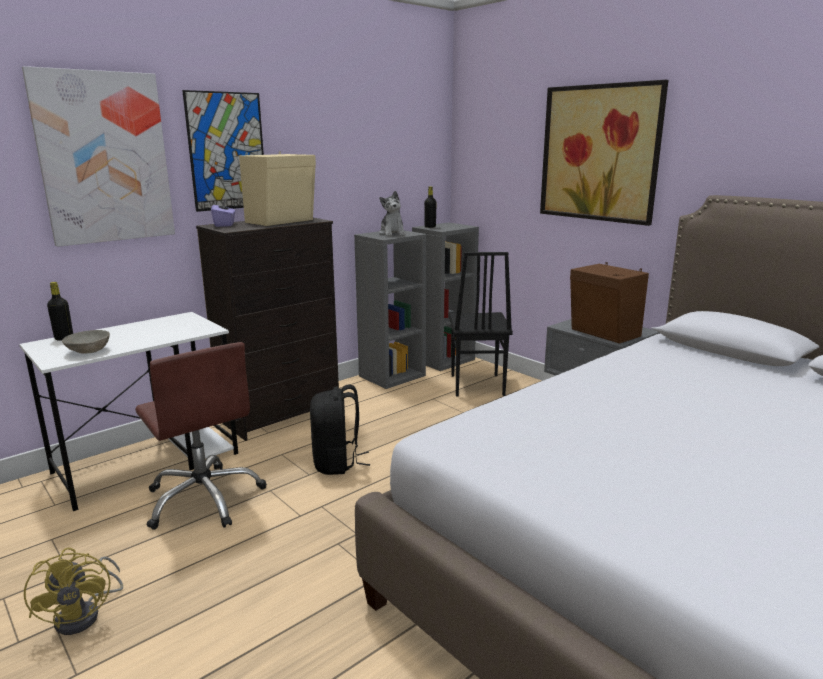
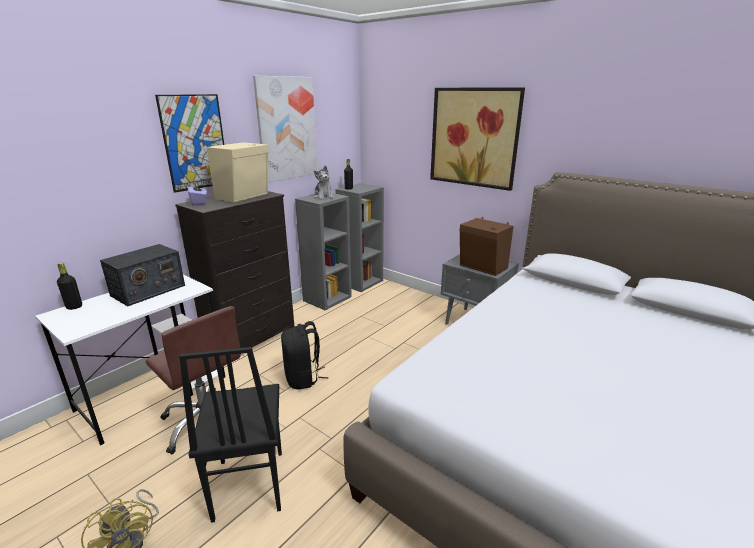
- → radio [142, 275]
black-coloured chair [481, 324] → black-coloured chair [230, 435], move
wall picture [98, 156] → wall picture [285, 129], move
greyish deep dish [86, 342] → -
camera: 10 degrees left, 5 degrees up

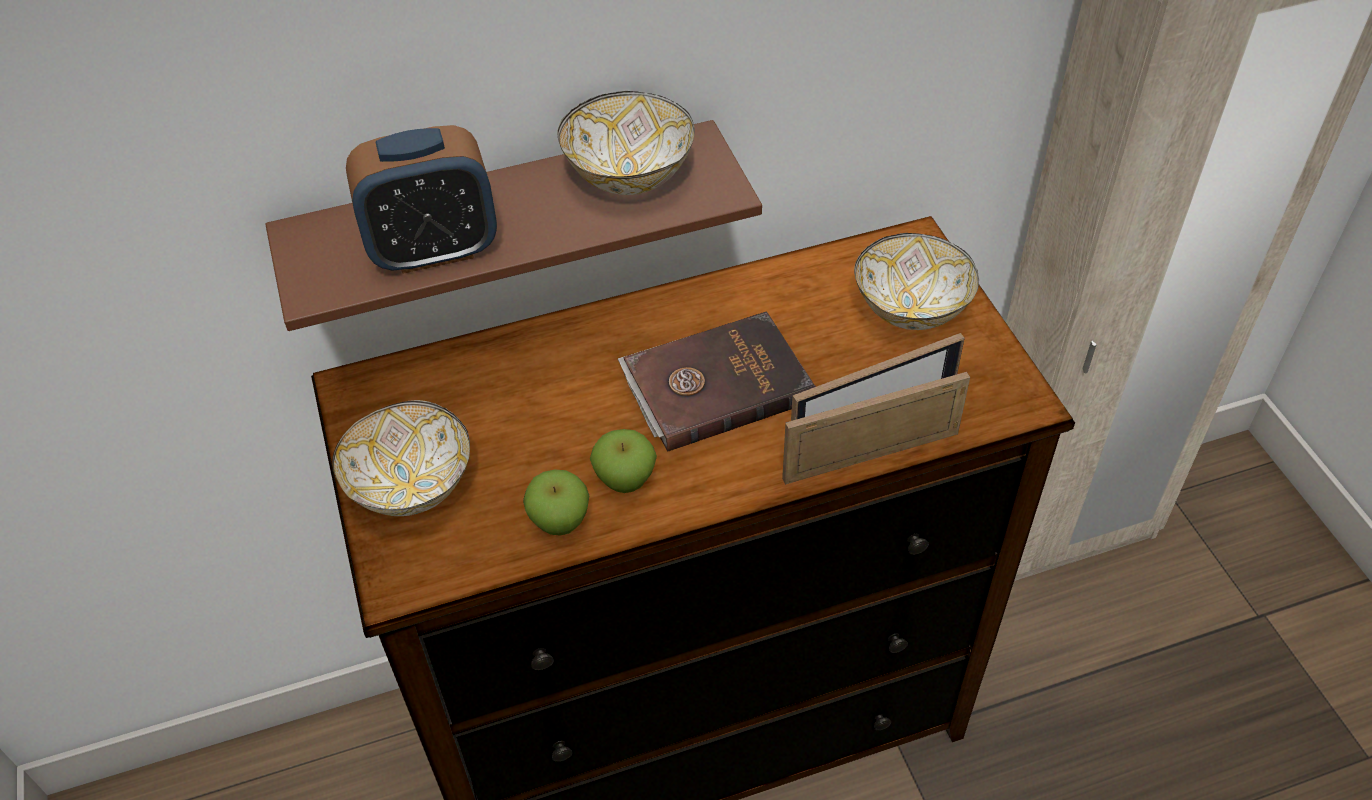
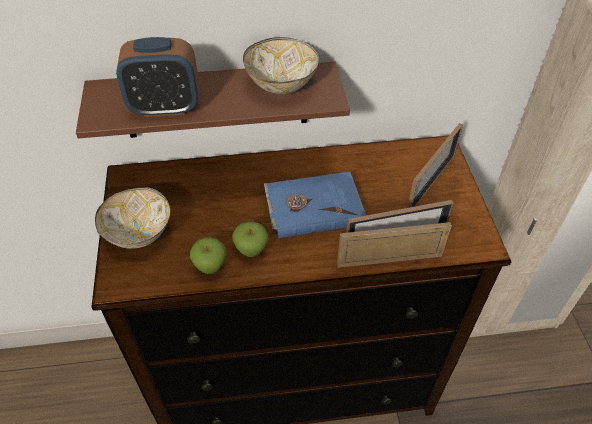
brown-coloured bound book [717, 381] → bluish bound book [315, 204]
deep dish [916, 281] → photo frame [435, 165]
camera: 10 degrees right, 0 degrees up

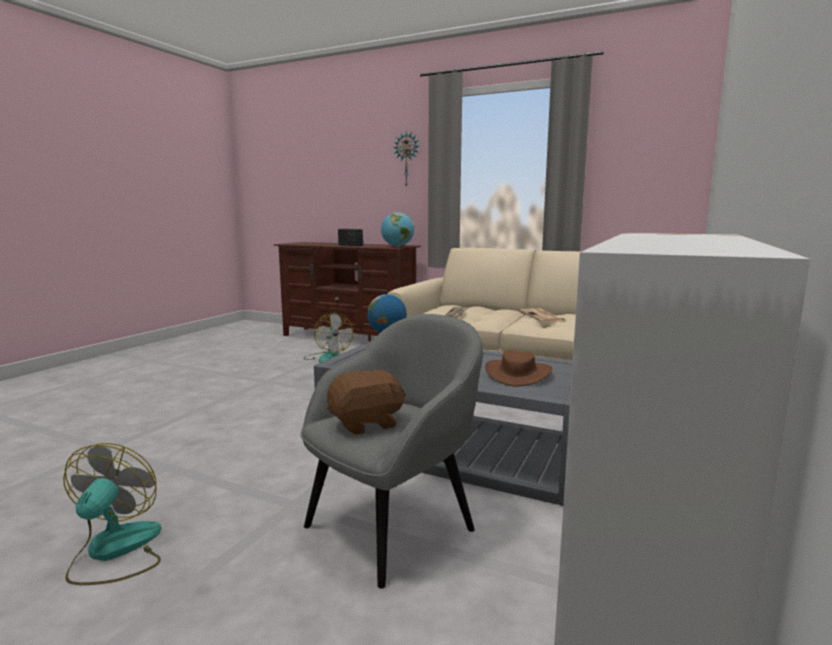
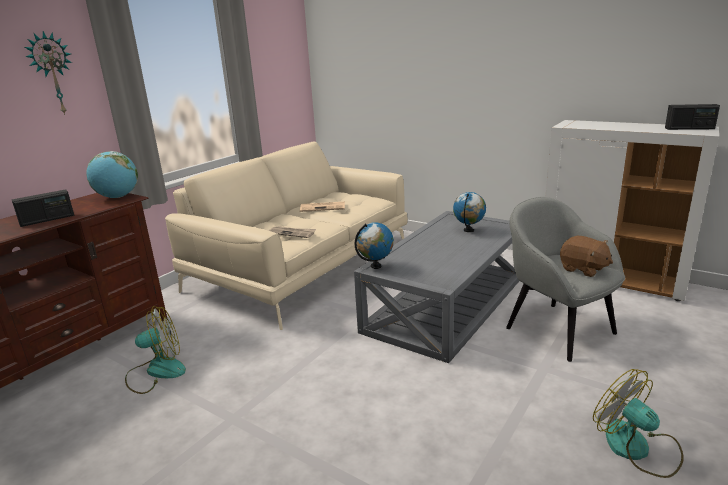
brown-coloured hat [518, 368] → world globe [469, 212]
brown-coloured plush toy [366, 402] → brown-coloured plush toy [586, 256], 150 degrees clockwise
fan [112, 514] → fan [638, 423], 45 degrees clockwise
- → radio [692, 117]
camera: 80 degrees left, 10 degrees up

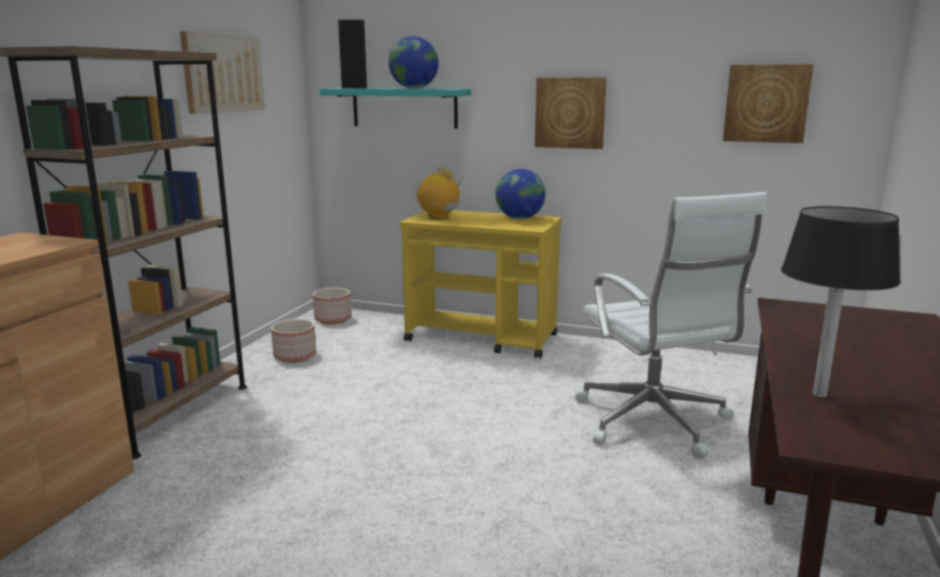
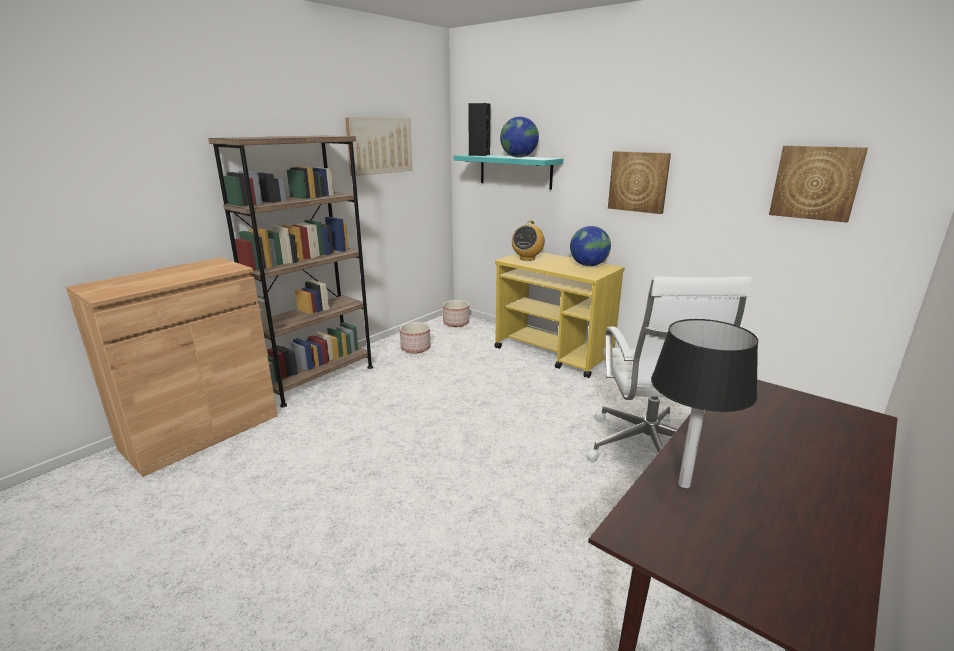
radio [440, 193] → radio [528, 240], 120 degrees counterclockwise
camera: 20 degrees right, 5 degrees up

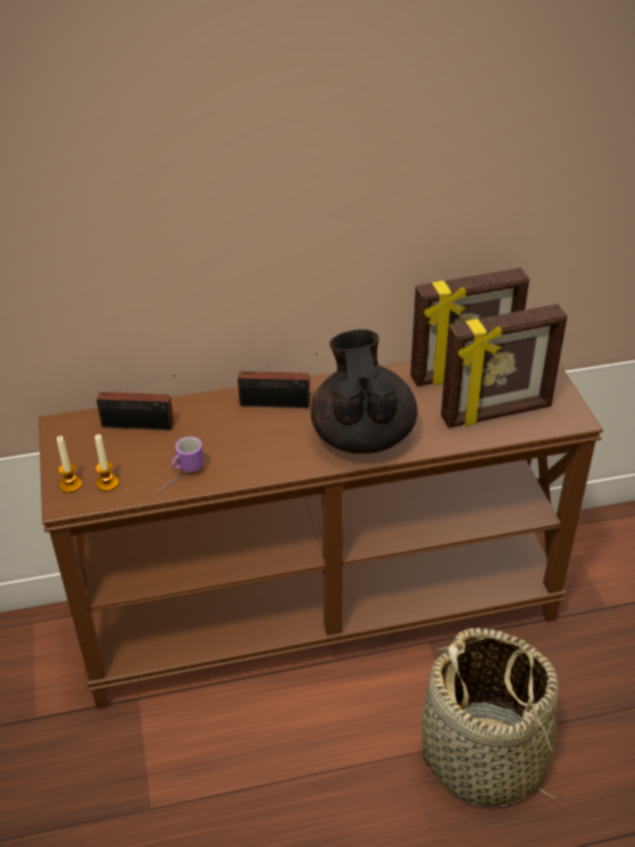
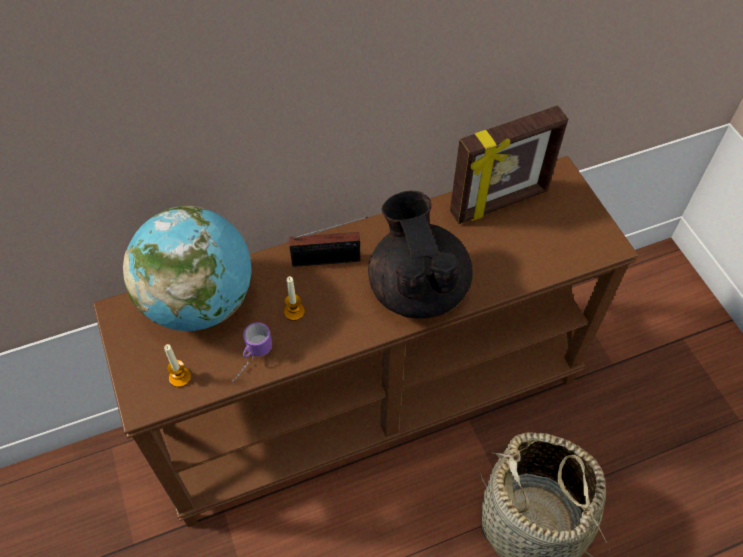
radio [136, 402] → world globe [187, 268]
candle [69, 464] → candle [294, 298], move
photo frame [504, 366] → -
camera: 10 degrees left, 15 degrees up

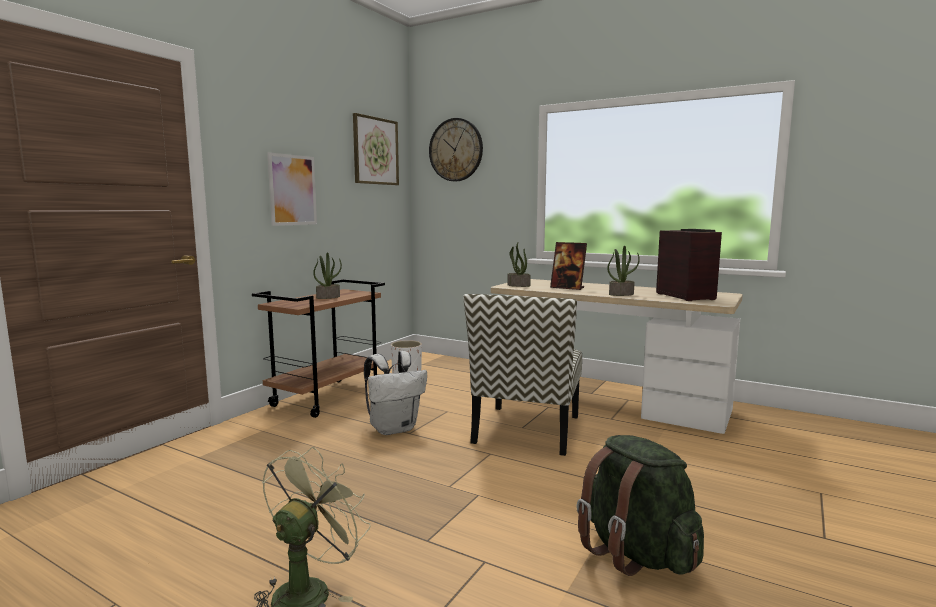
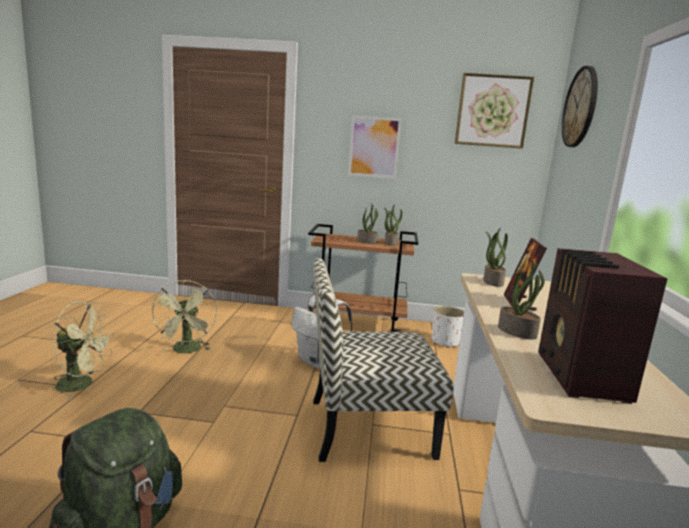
- → green-coloured fan [184, 316]
- → plant in a pot [393, 225]
radio [689, 265] → radio [603, 326], 135 degrees clockwise
camera: 65 degrees right, 5 degrees up

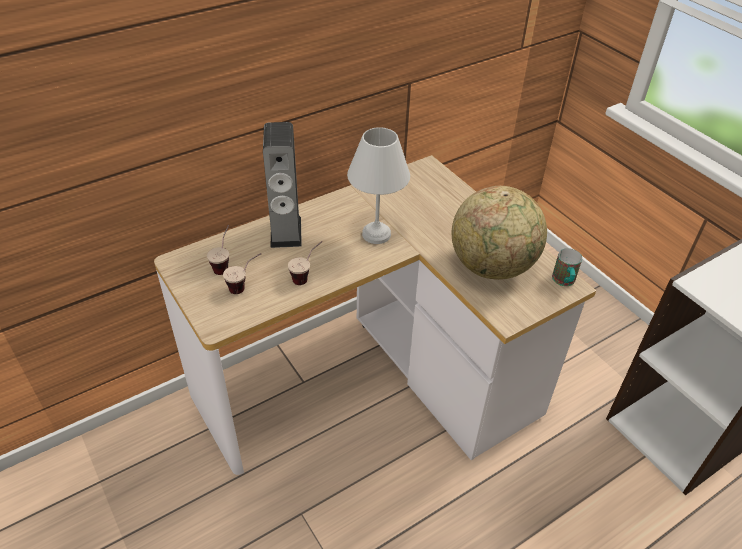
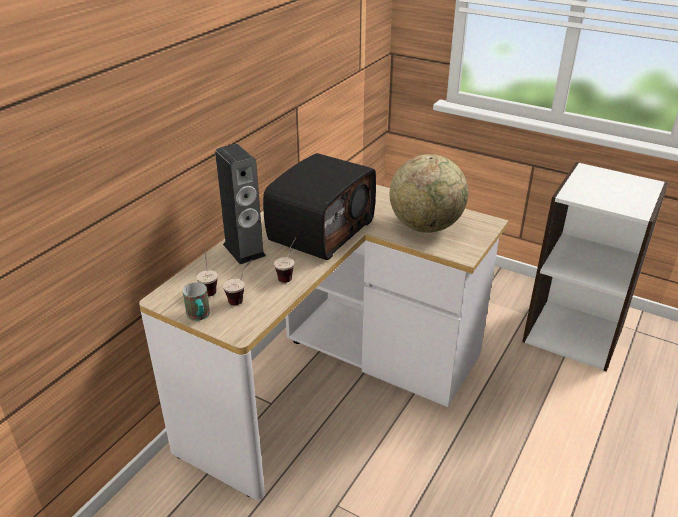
tea mug [567, 267] → tea mug [196, 301], move
white lamp for a table [378, 185] → radio [319, 206]
camera: 25 degrees left, 10 degrees down

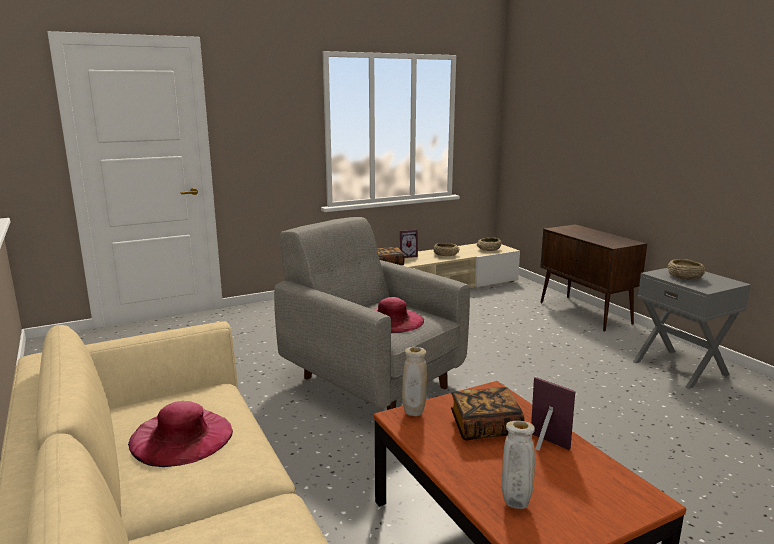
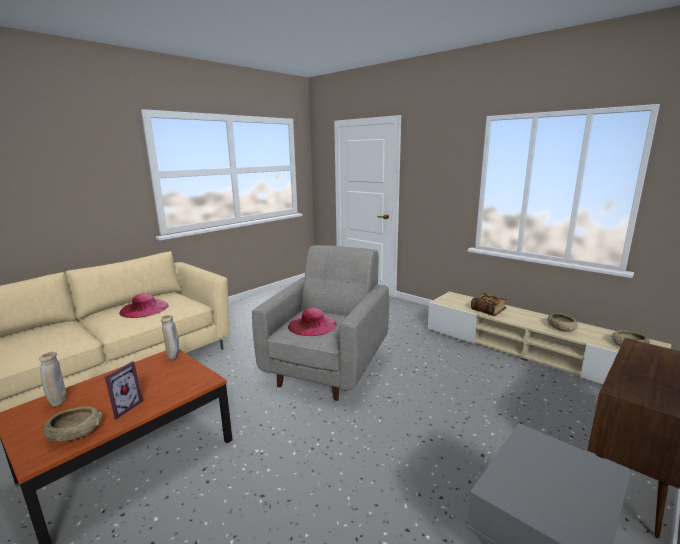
sand-coloured deep dish [686, 269] → sand-coloured deep dish [73, 424], move
photo frame [409, 244] → -
bound book [488, 413] → -
camera: 70 degrees right, 0 degrees up

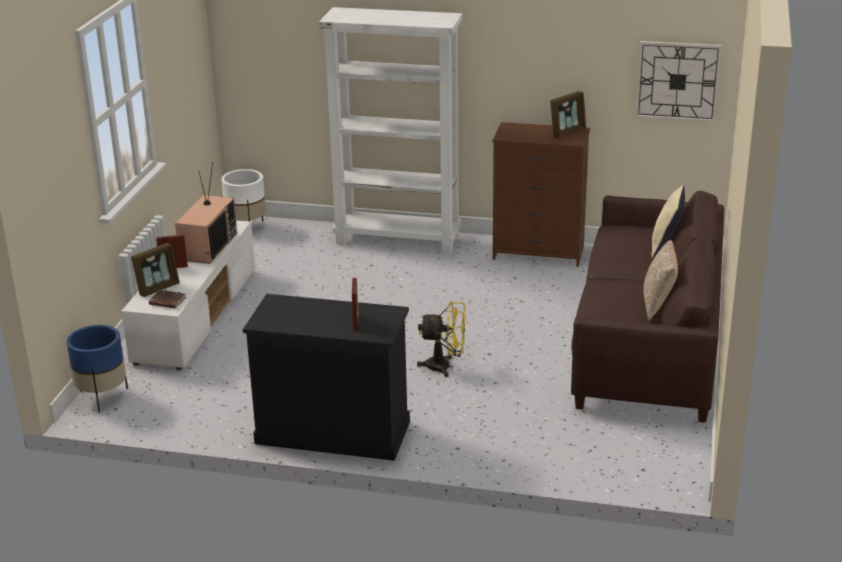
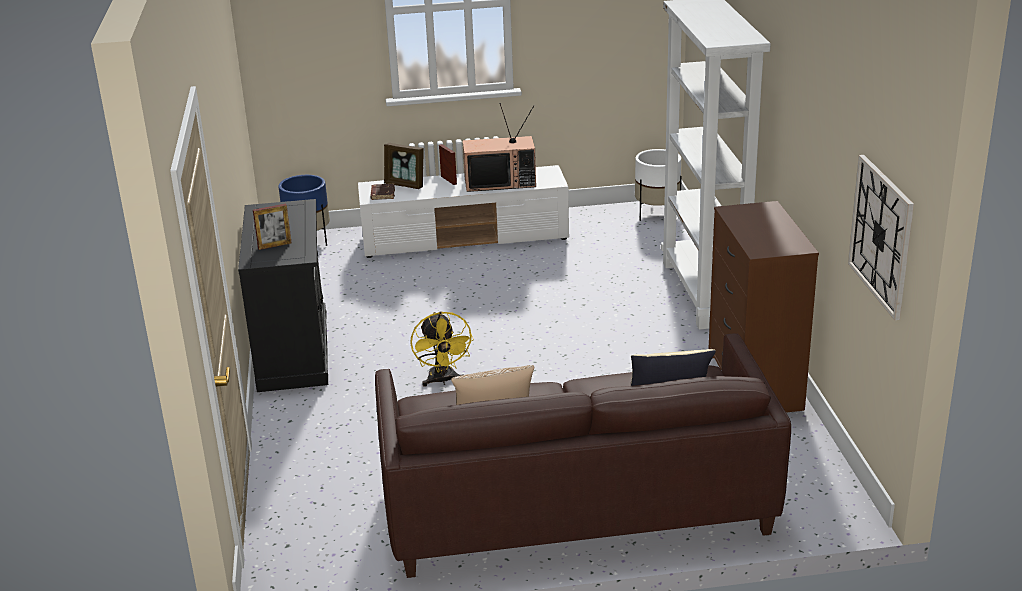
photo frame [568, 115] → -
camera: 70 degrees right, 0 degrees up

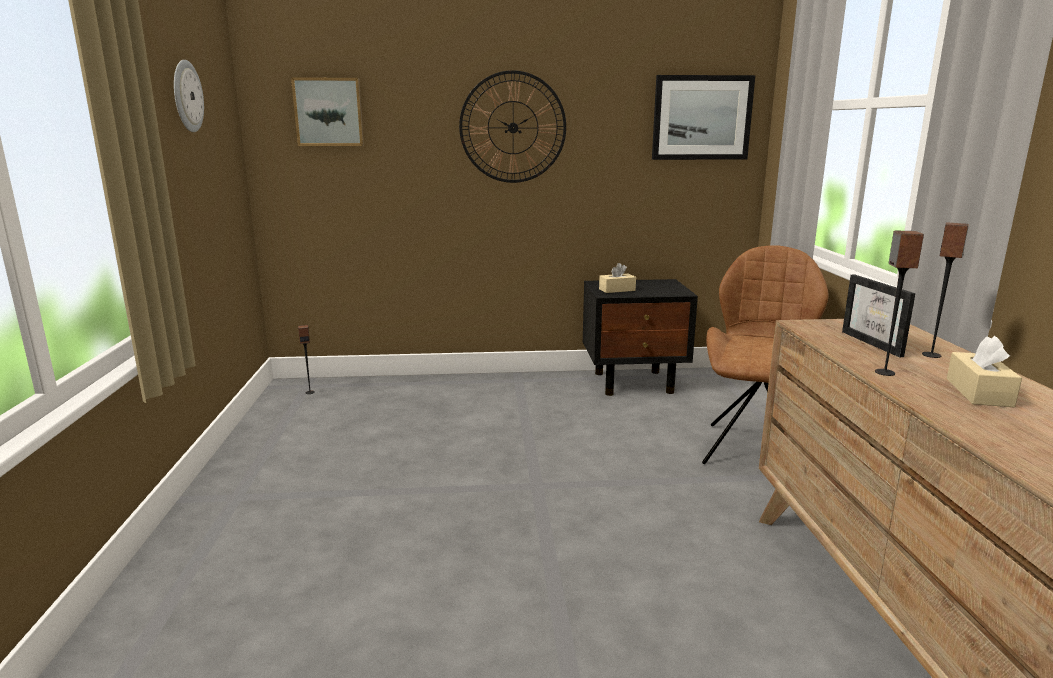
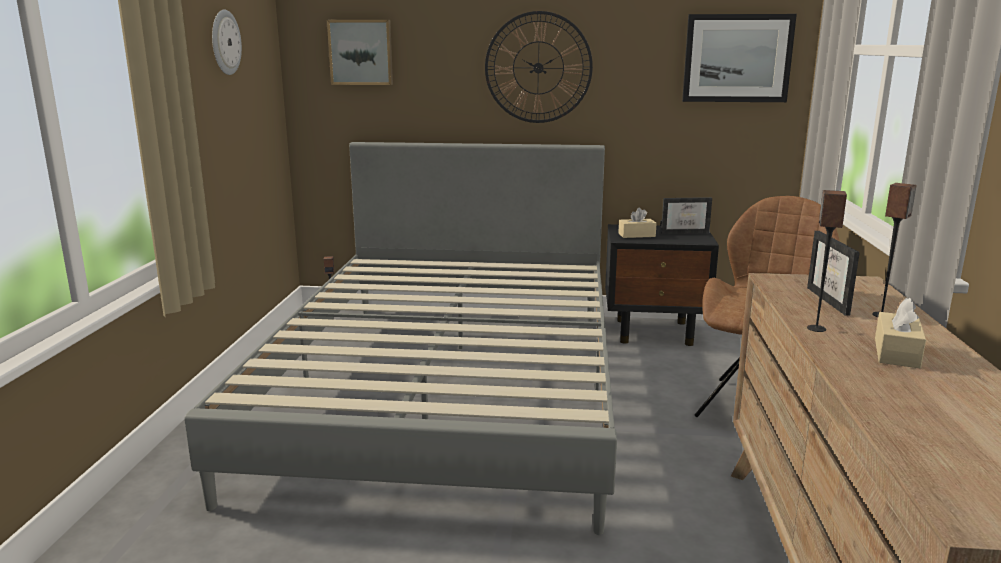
- → greyish bedroom bed [400, 338]
- → photo frame [686, 215]
camera: 10 degrees right, 0 degrees up

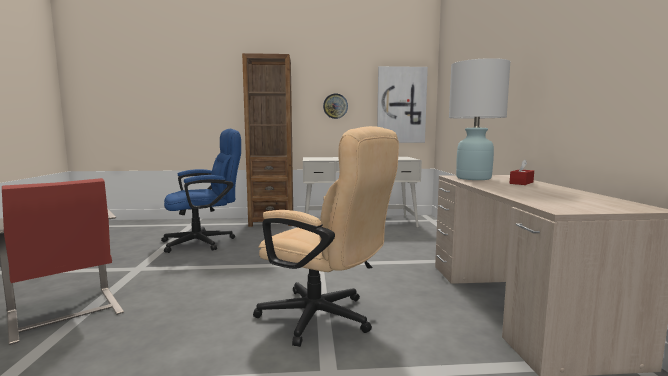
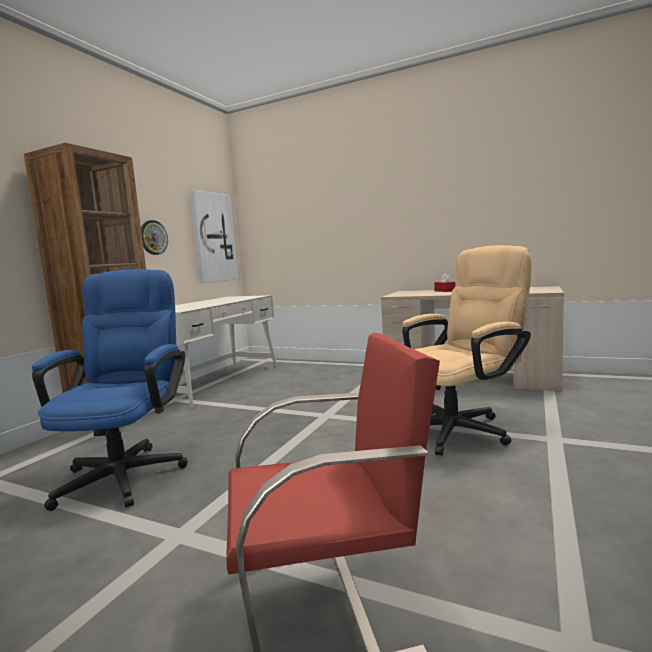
white lamp for a table [479, 119] → -
camera: 60 degrees left, 0 degrees up

